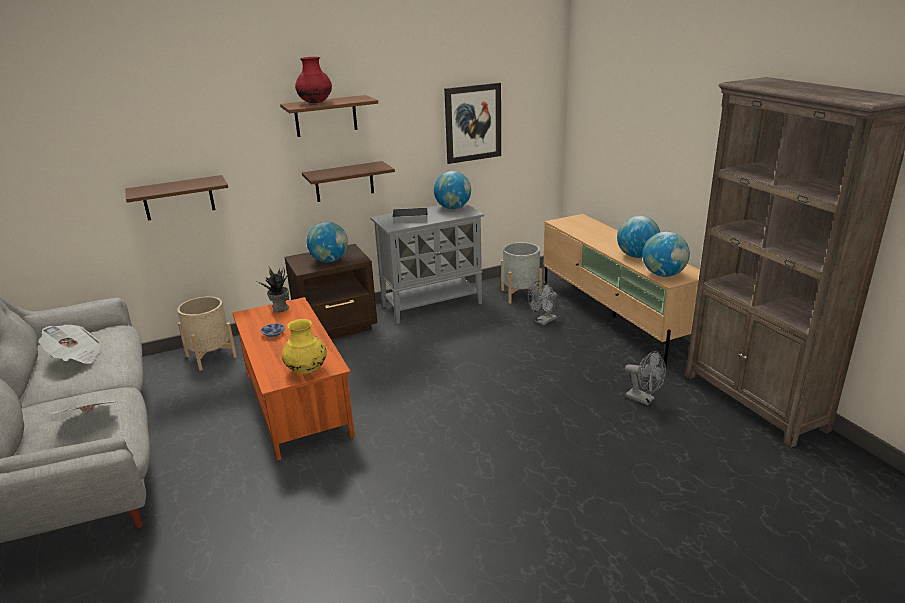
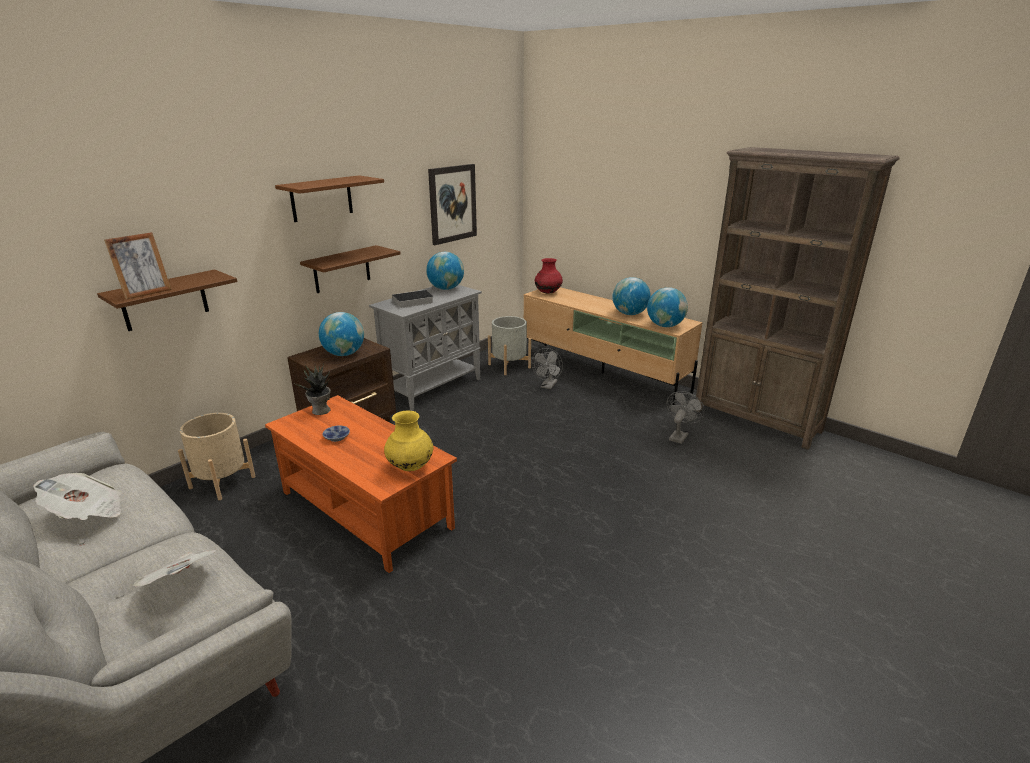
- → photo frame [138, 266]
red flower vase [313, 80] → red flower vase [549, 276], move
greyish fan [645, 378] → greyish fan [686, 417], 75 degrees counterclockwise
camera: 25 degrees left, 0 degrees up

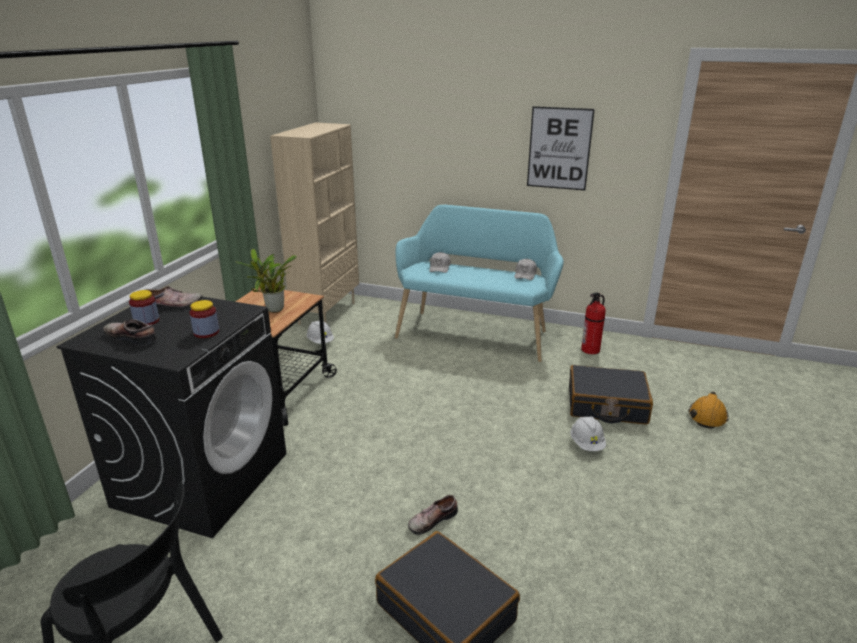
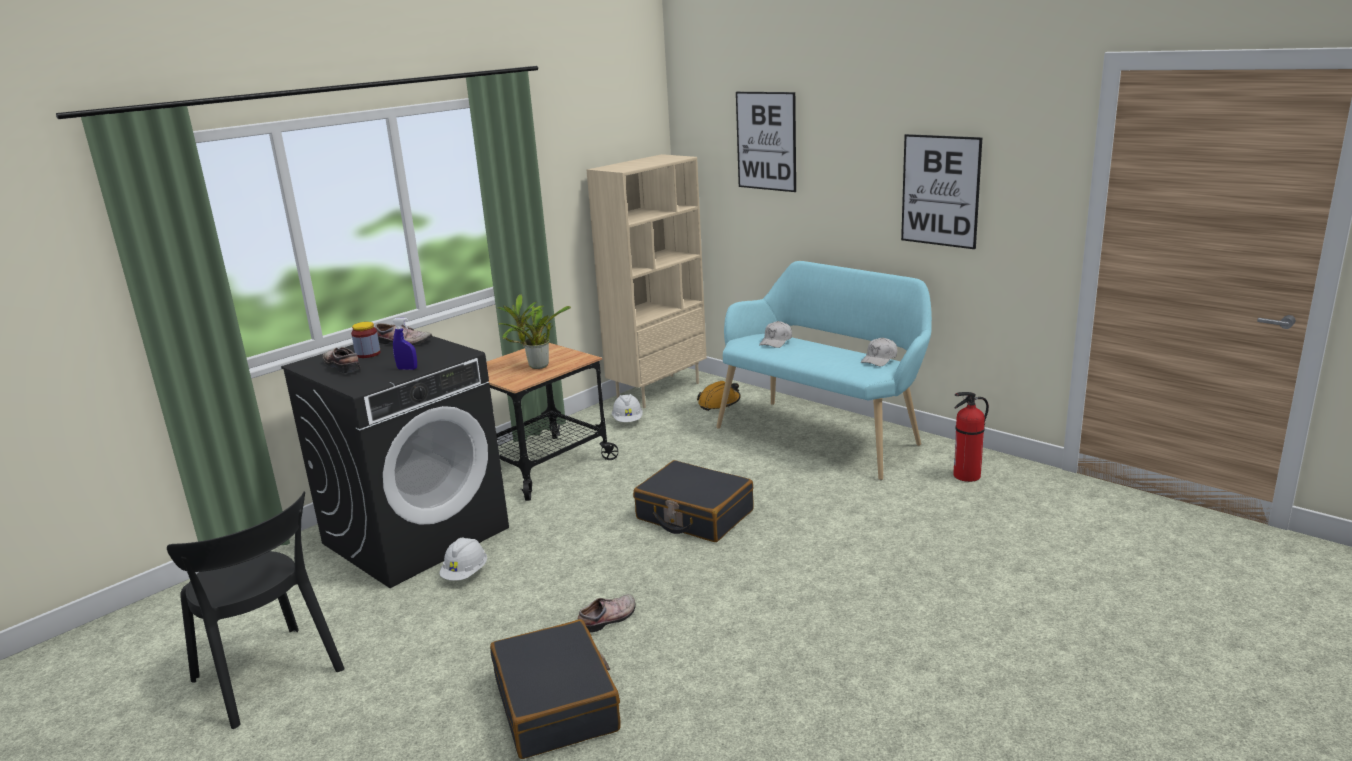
storage jar [204, 319] → bluish sprayer [404, 344]
white hard hat [588, 433] → white hard hat [463, 559], move
item of footwear [433, 515] → item of footwear [606, 613], 150 degrees clockwise
black-coloured travel case [611, 395] → black-coloured travel case [693, 501], move
orange hard hat [708, 410] → orange hard hat [719, 396], move
- → wall picture [766, 142]
camera: 25 degrees right, 5 degrees down

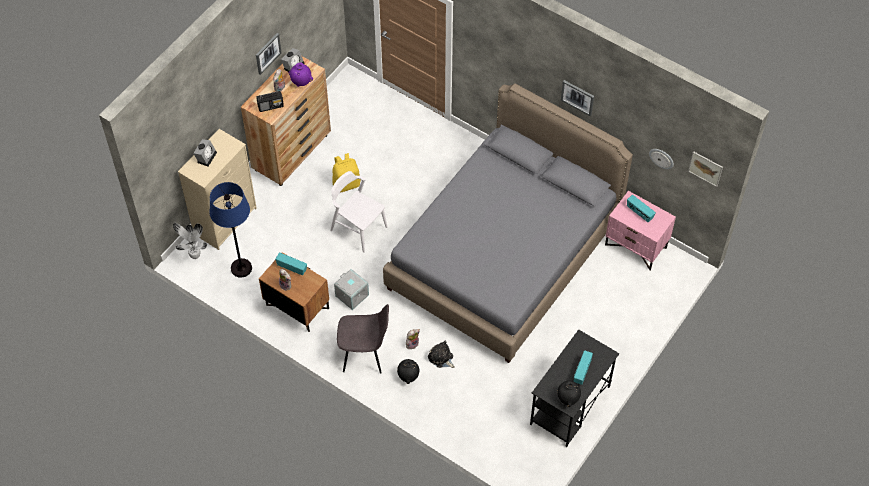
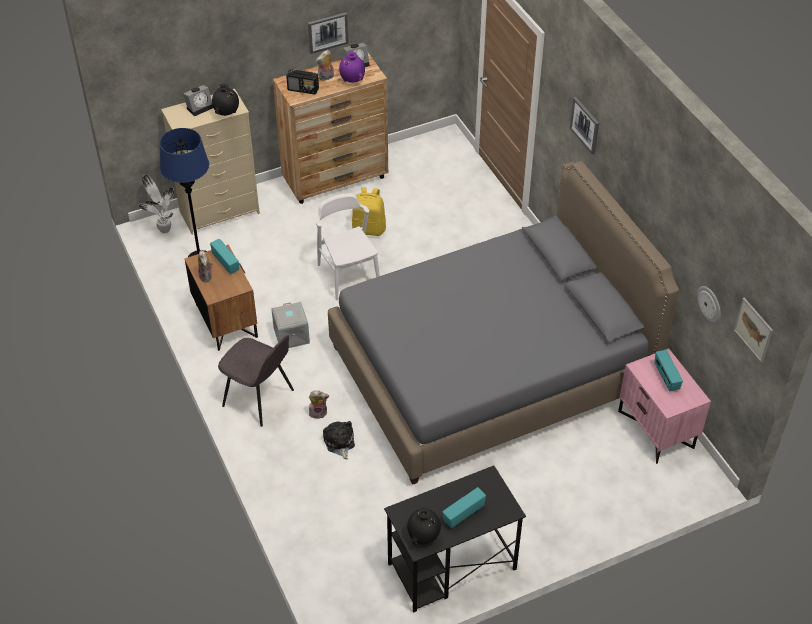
black-coloured flower vase [408, 371] → black-coloured flower vase [225, 100], move
wall picture [577, 98] → wall picture [584, 126], move
camera: 30 degrees right, 10 degrees down

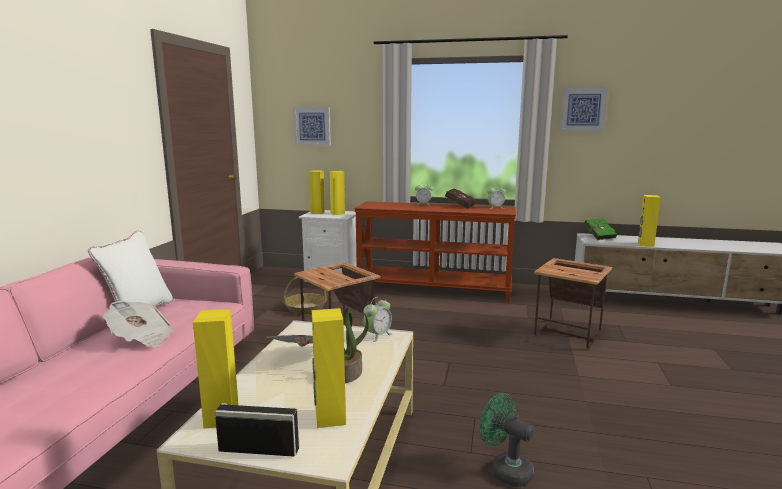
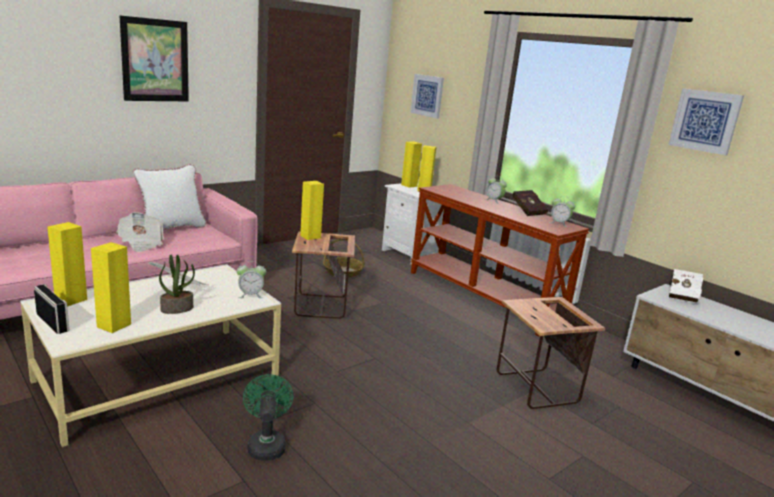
- → wall picture [154, 58]
yellow audio speaker [649, 221] → yellow audio speaker [312, 210], move
green-coloured bound book [600, 229] → white bound book [686, 286]
camera: 35 degrees right, 5 degrees up

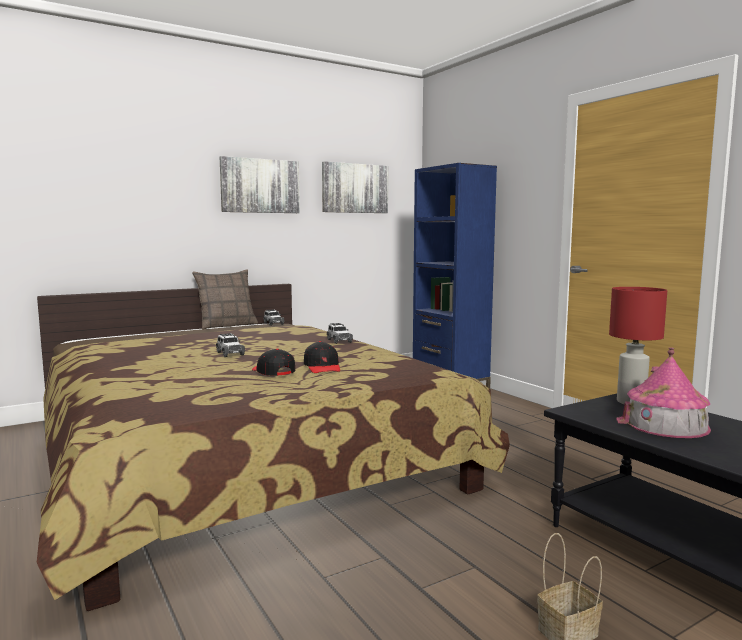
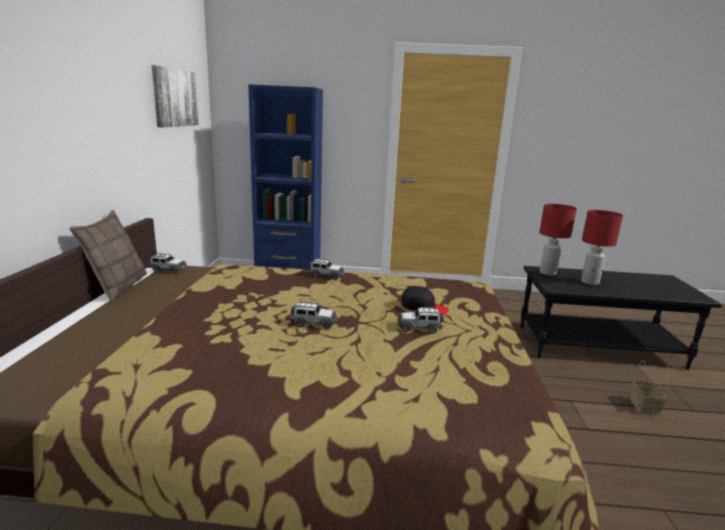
black-coloured cap [273, 362] → miniature car [420, 320]
miniature house [663, 392] → red lamp for a table [602, 247]
wall picture [260, 184] → -
camera: 55 degrees left, 10 degrees up

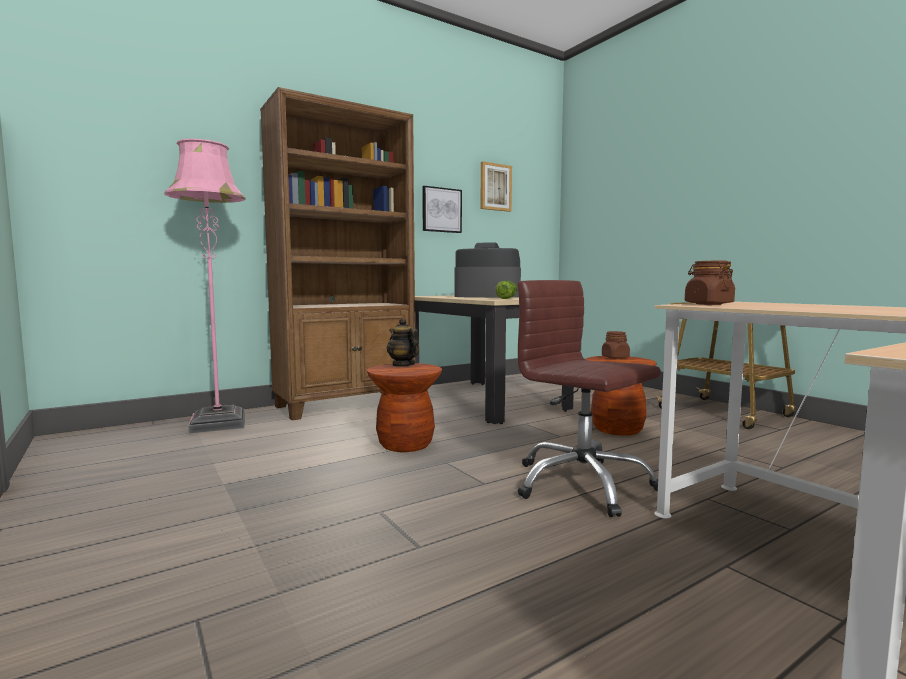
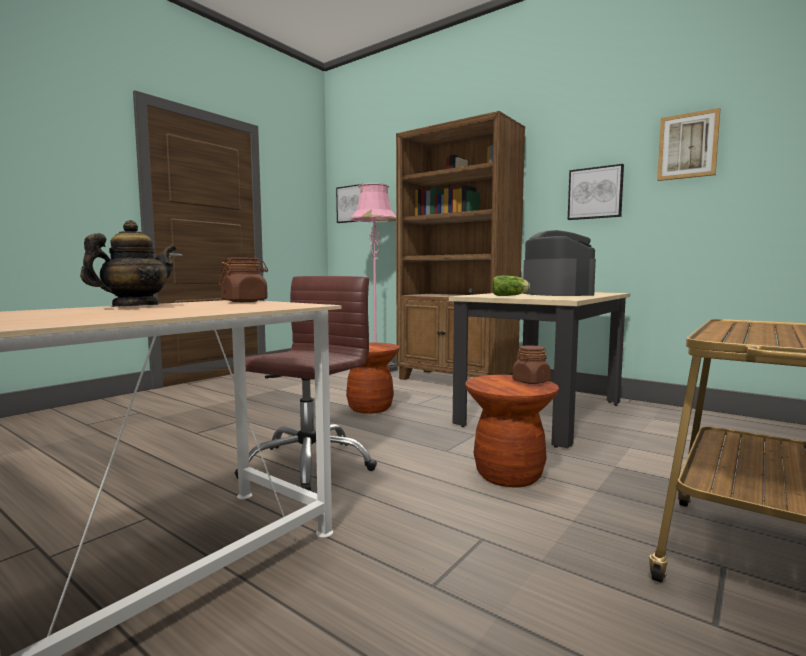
teapot [403, 342] → teapot [128, 263], move
- → wall picture [348, 203]
camera: 70 degrees right, 0 degrees up

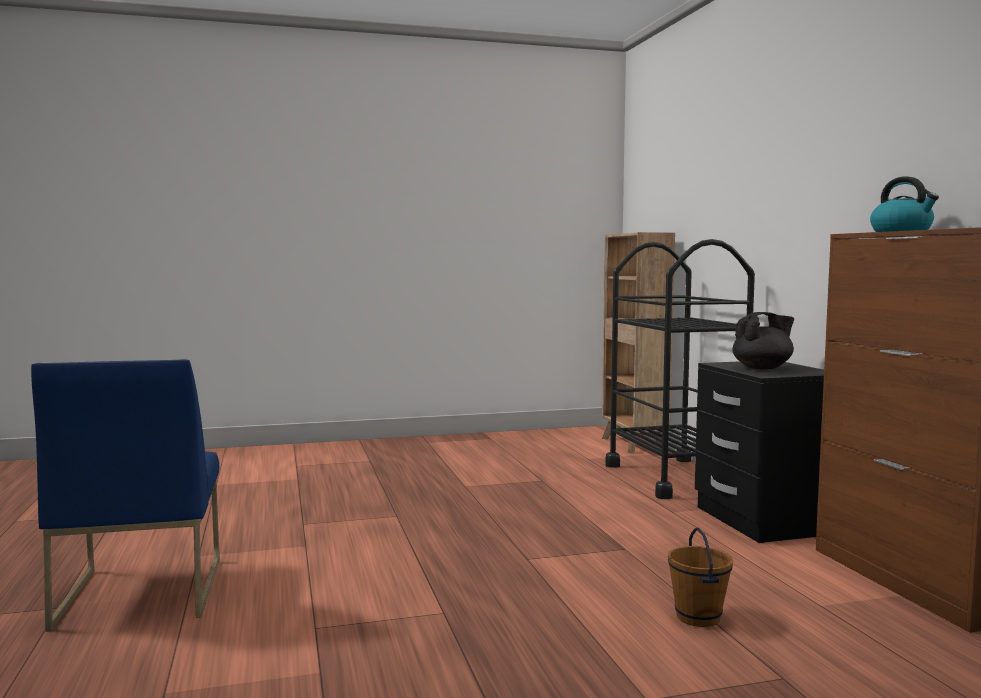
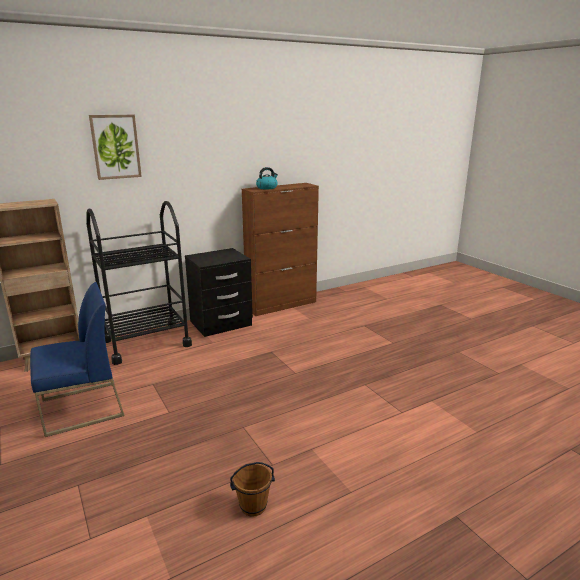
bluish chair [125, 495] → bluish chair [77, 359], move
- → wall picture [115, 147]
brown-coloured pail [700, 577] → brown-coloured pail [252, 489], move
black-coloured teapot [763, 340] → -
camera: 105 degrees left, 15 degrees up

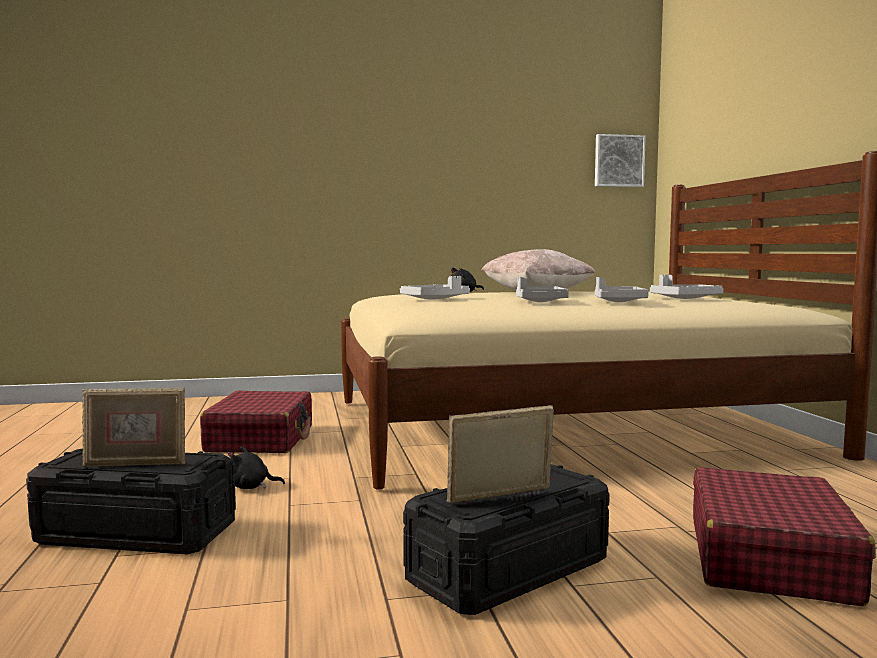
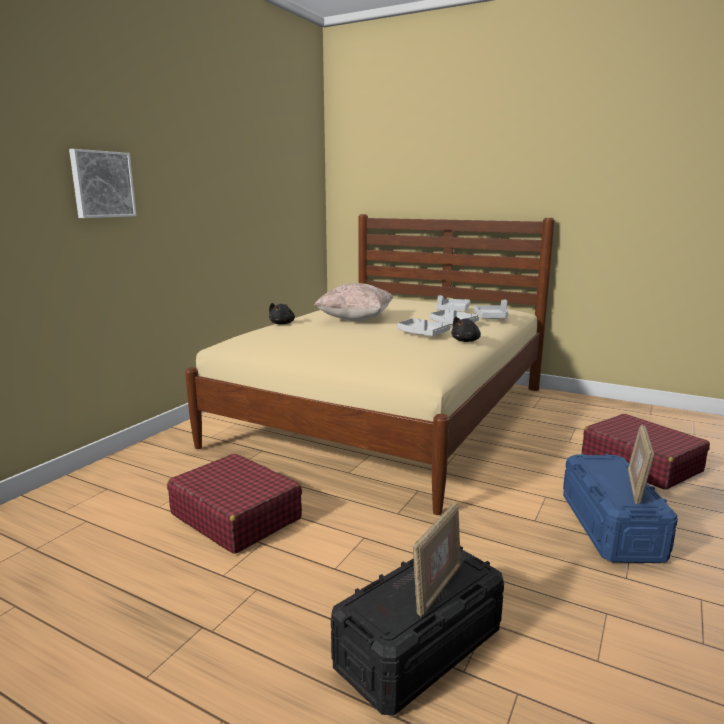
wall picture [620, 160] → wall picture [103, 183], move
black-coloured plush toy [256, 468] → black-coloured plush toy [466, 329], move
greyish carrying tray [435, 287] → greyish carrying tray [491, 309], move
black-coloured storage box [506, 539] → bluish storage box [620, 508]
camera: 50 degrees left, 10 degrees up

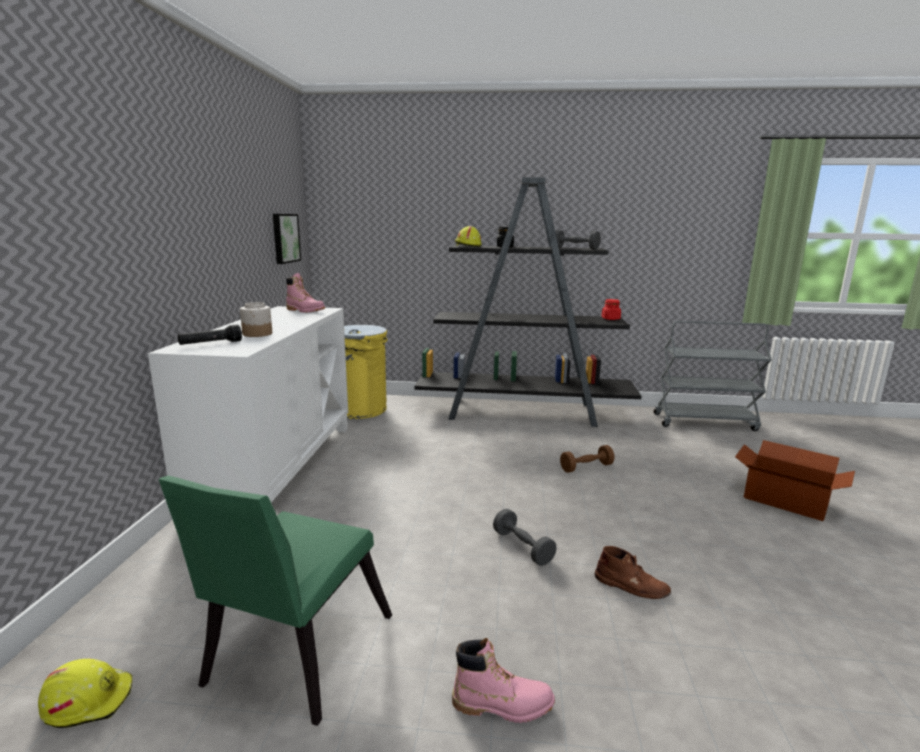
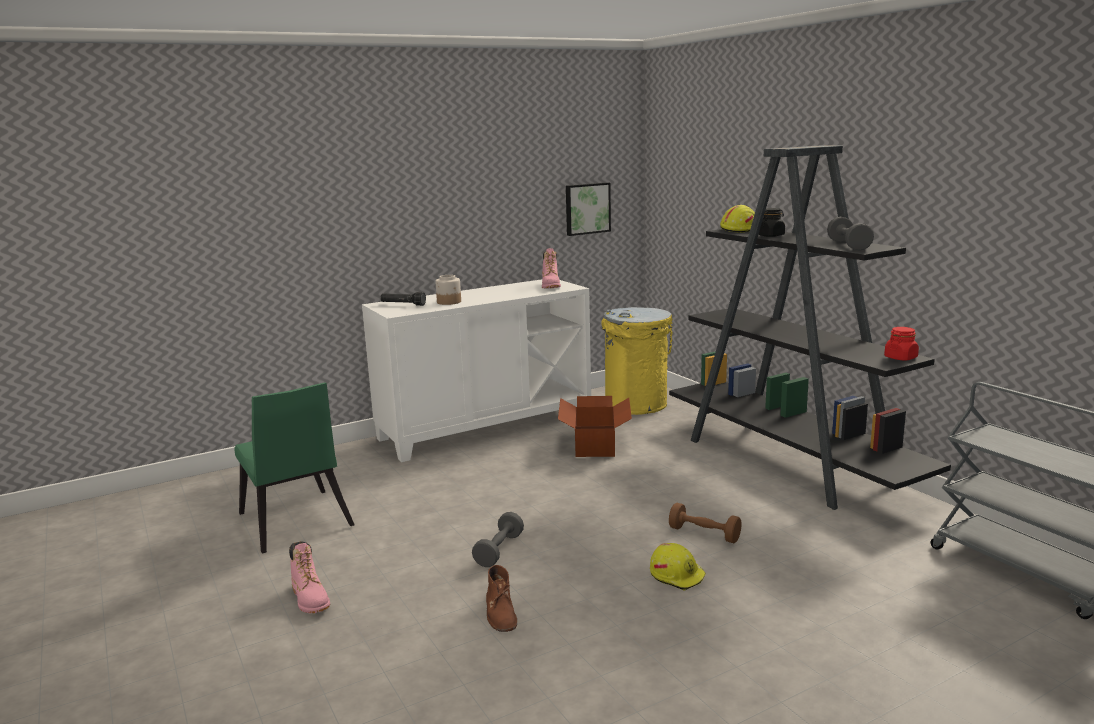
green-coloured chair [275, 601] → green-coloured chair [294, 468], 105 degrees counterclockwise
carton [795, 480] → carton [595, 426], move
yellow hard hat [85, 693] → yellow hard hat [678, 566], move
camera: 55 degrees right, 0 degrees up

